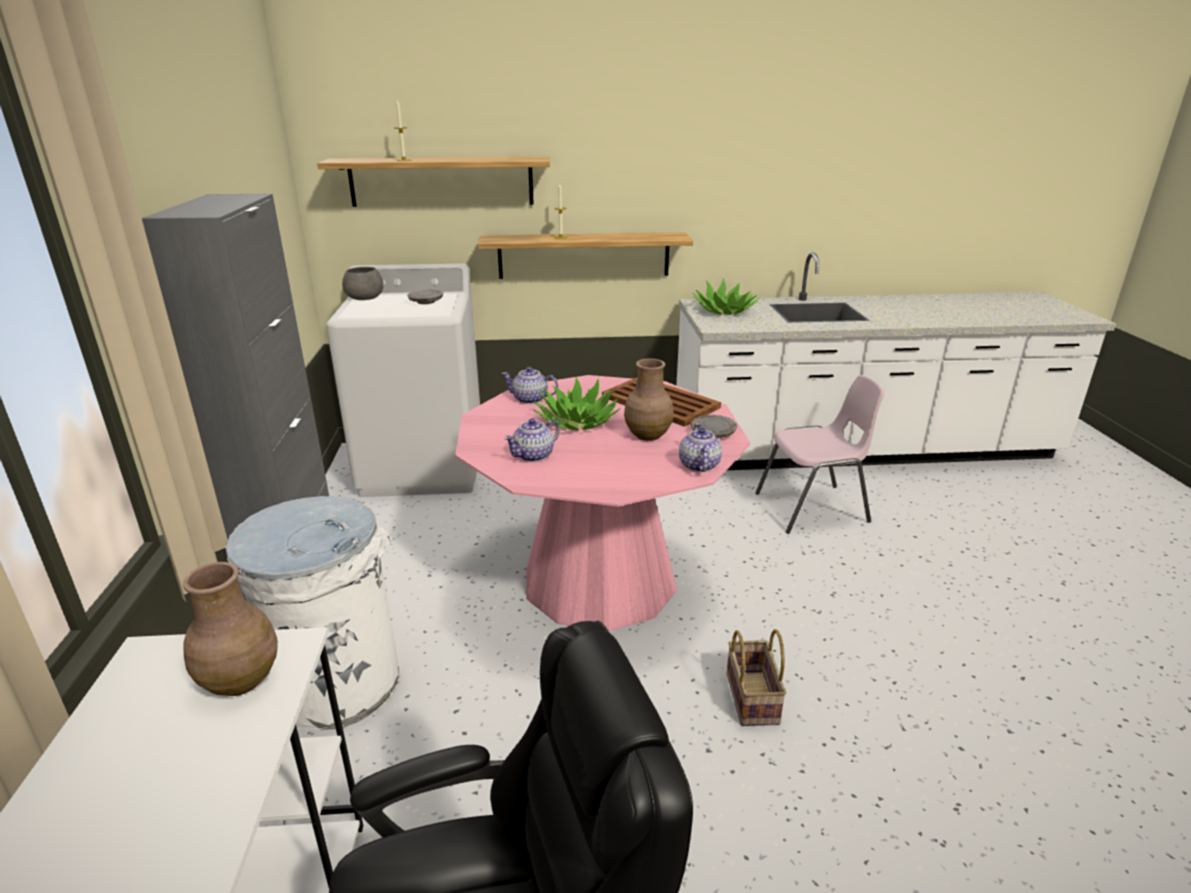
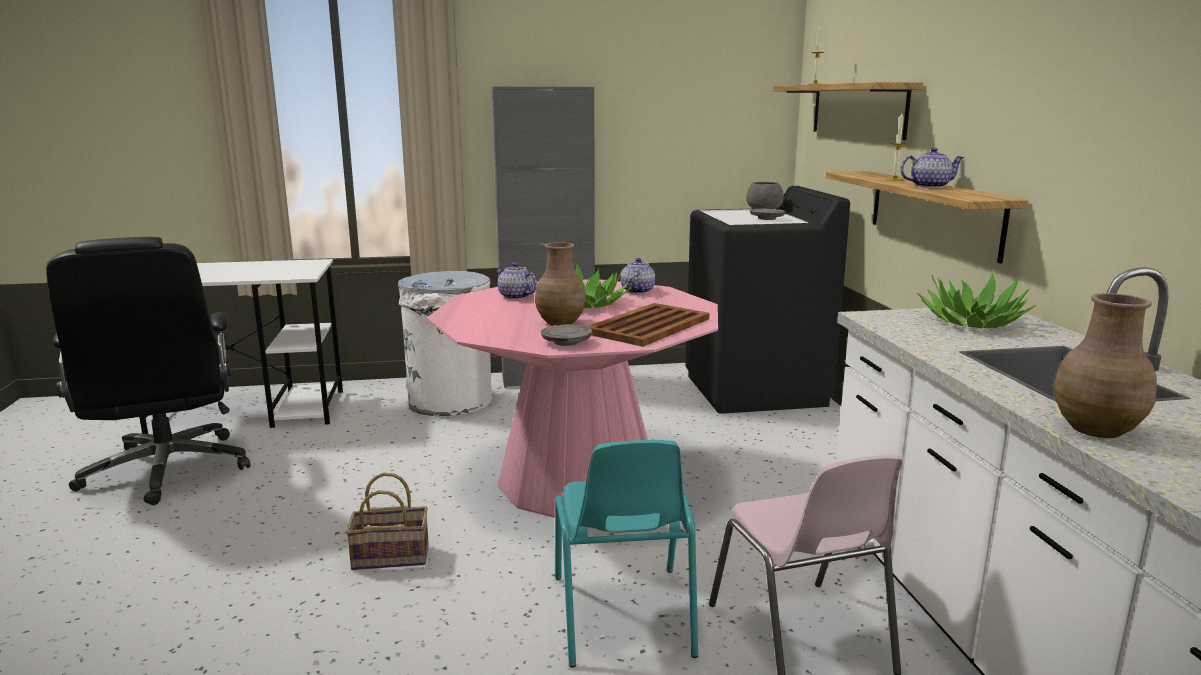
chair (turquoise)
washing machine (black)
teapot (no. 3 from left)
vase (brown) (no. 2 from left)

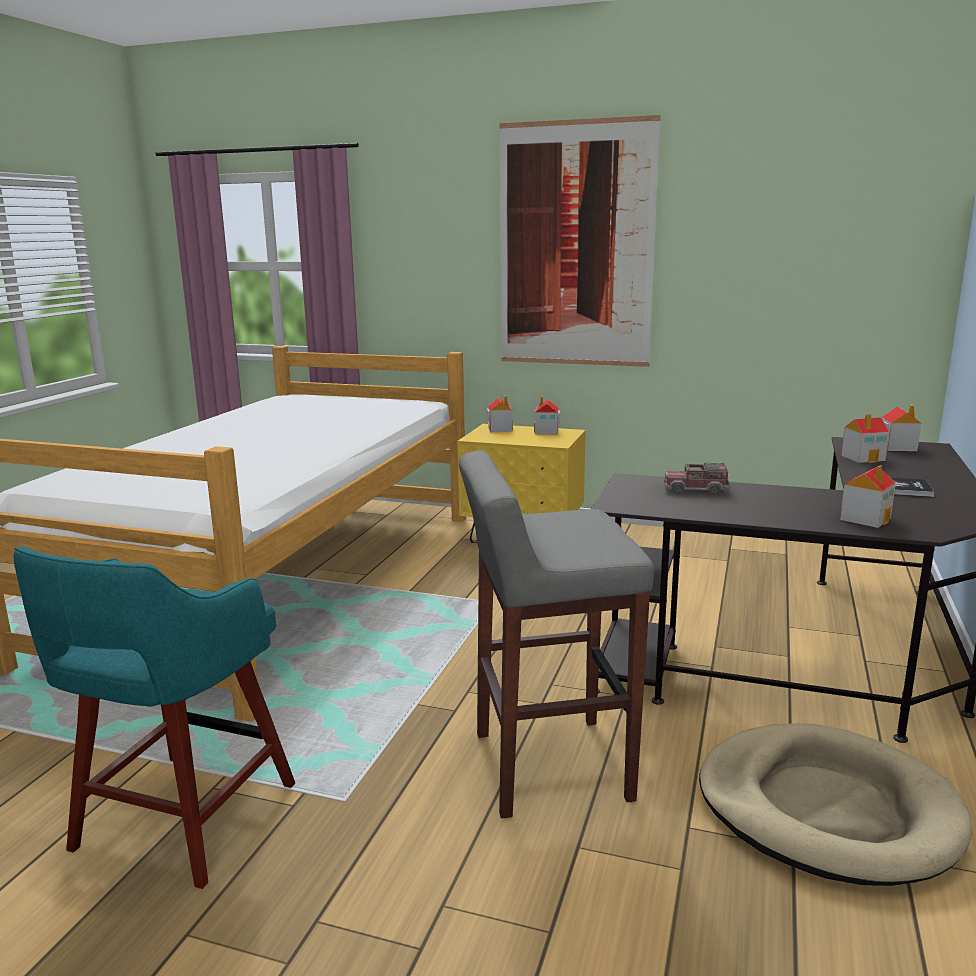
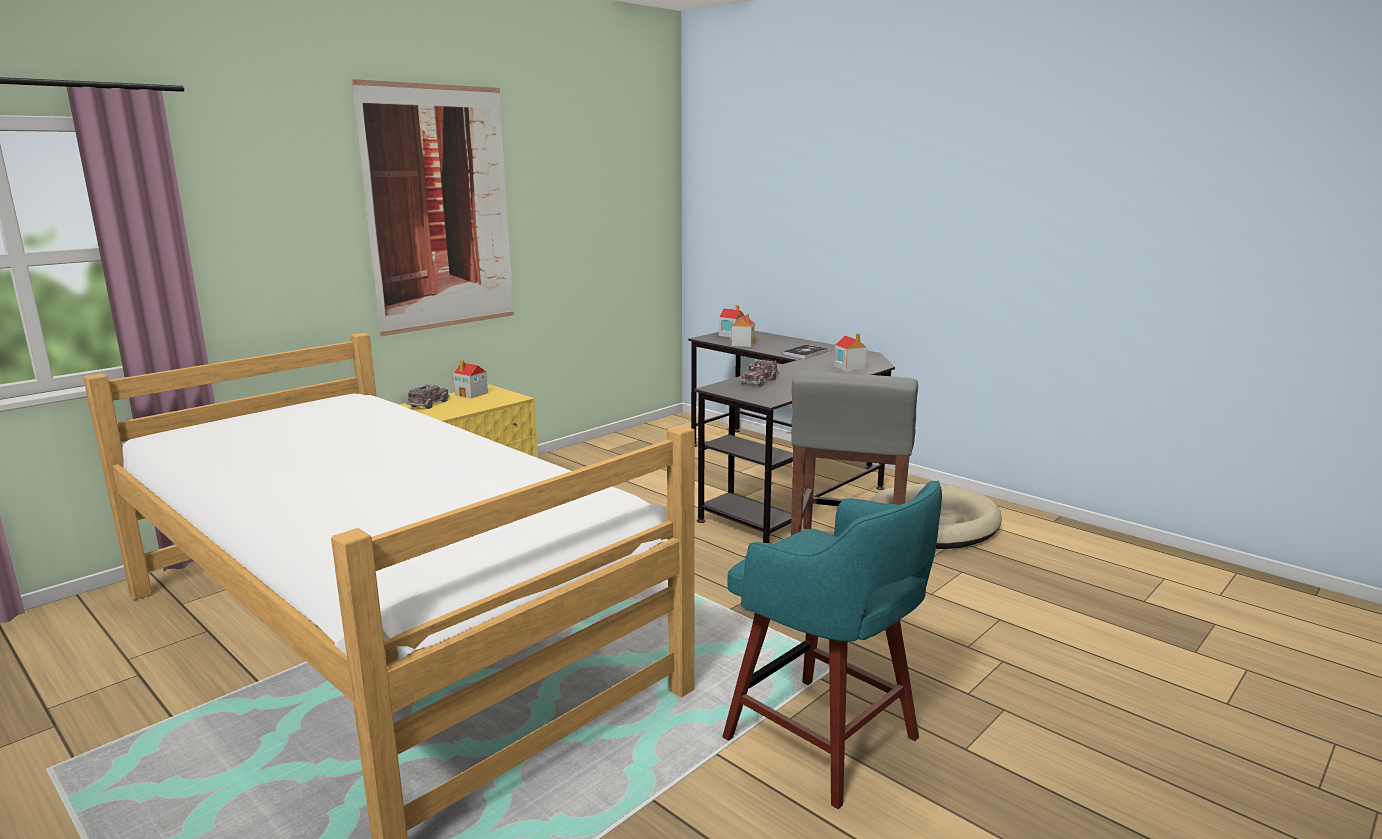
toy truck (no. 1 from left)

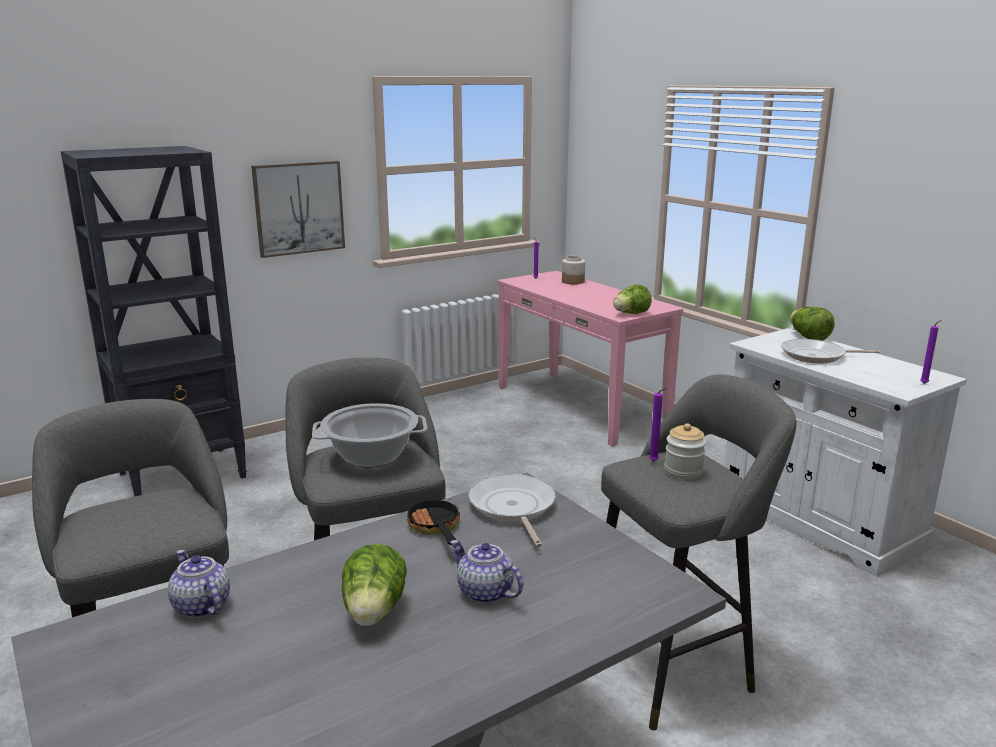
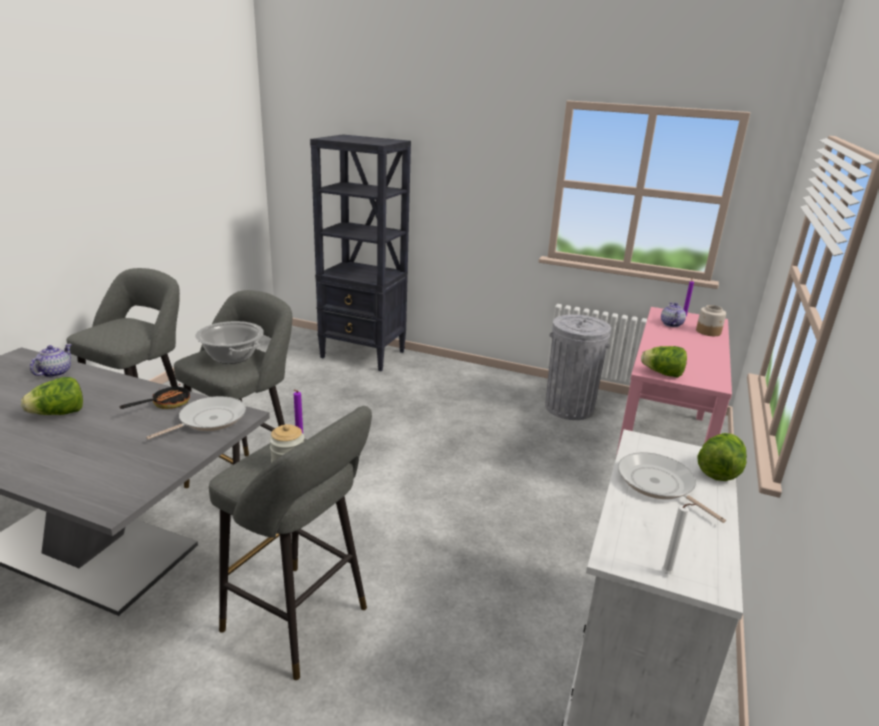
trash can (grey)
teapot (no. 2 from left)
candle (white)
picture

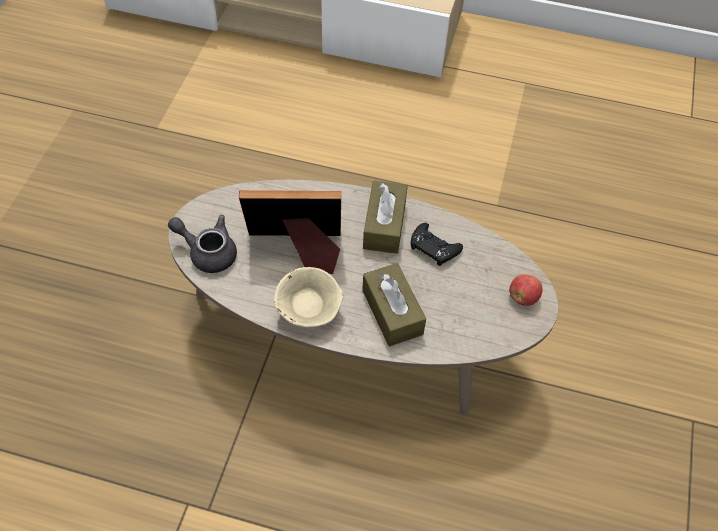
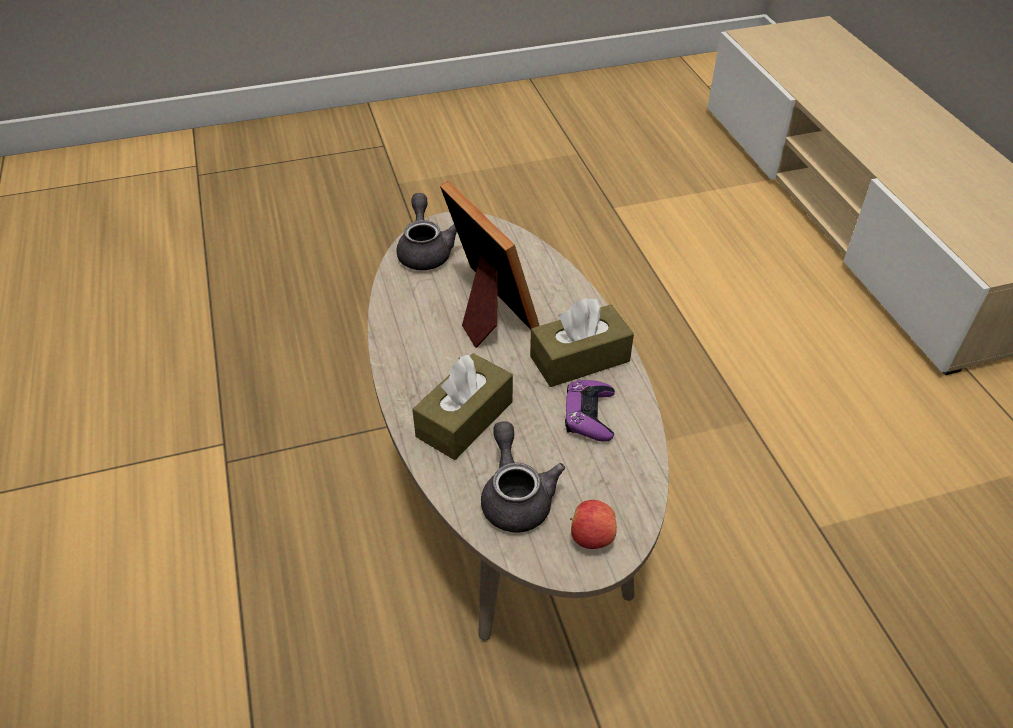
teapot (grey) (no. 2 from left)
game controller (purple)
bowl (beige)

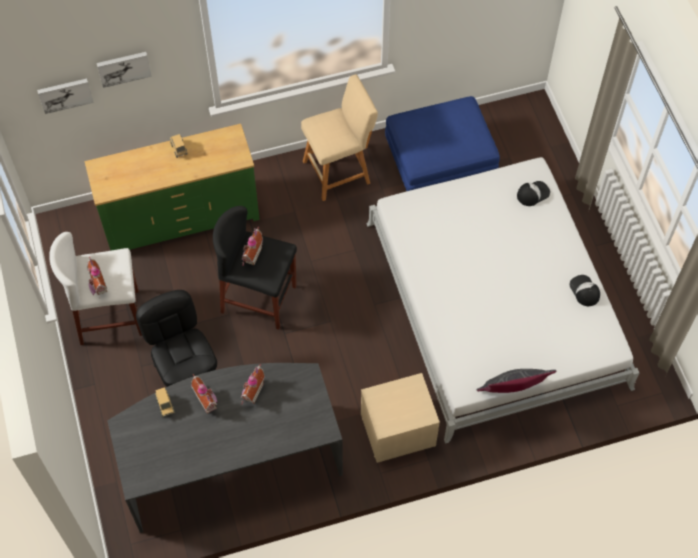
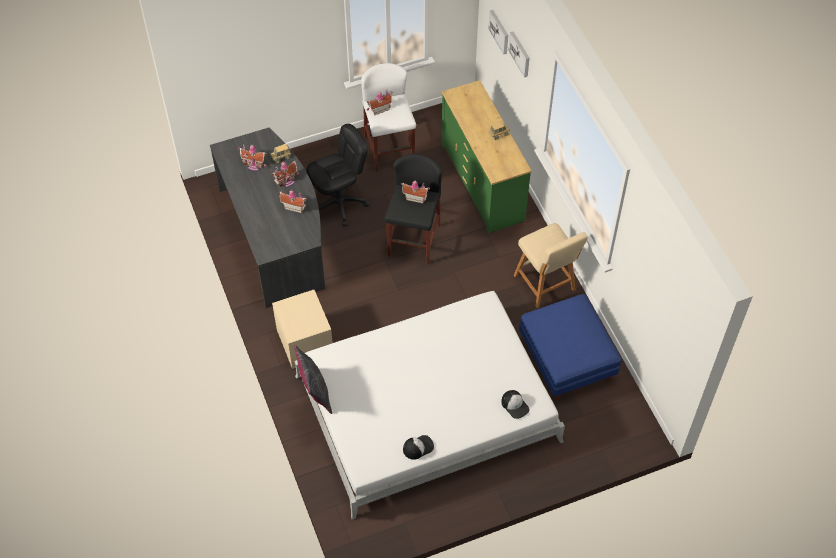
toy house (no. 1 from left)

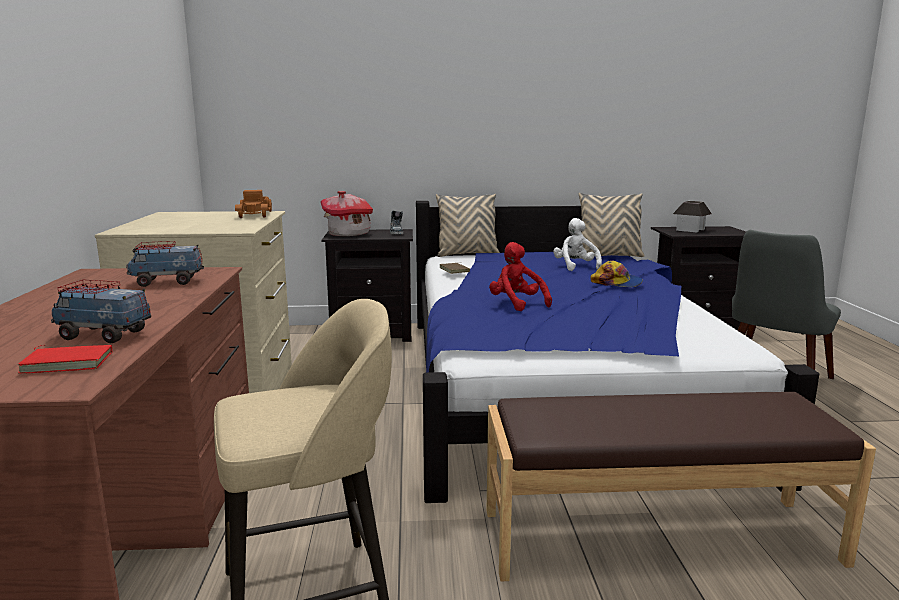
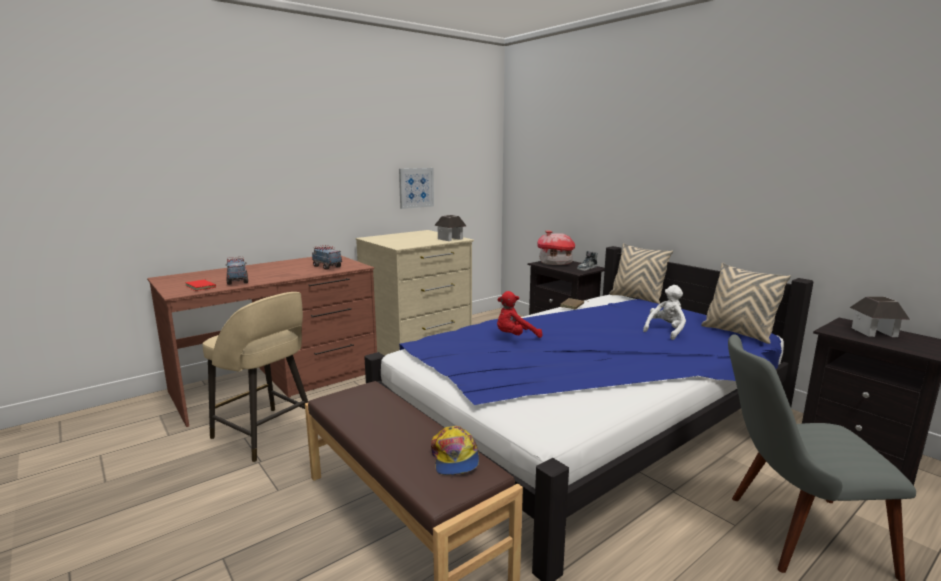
picture
cap
toy house (no. 1 from left)
plush toy (red)

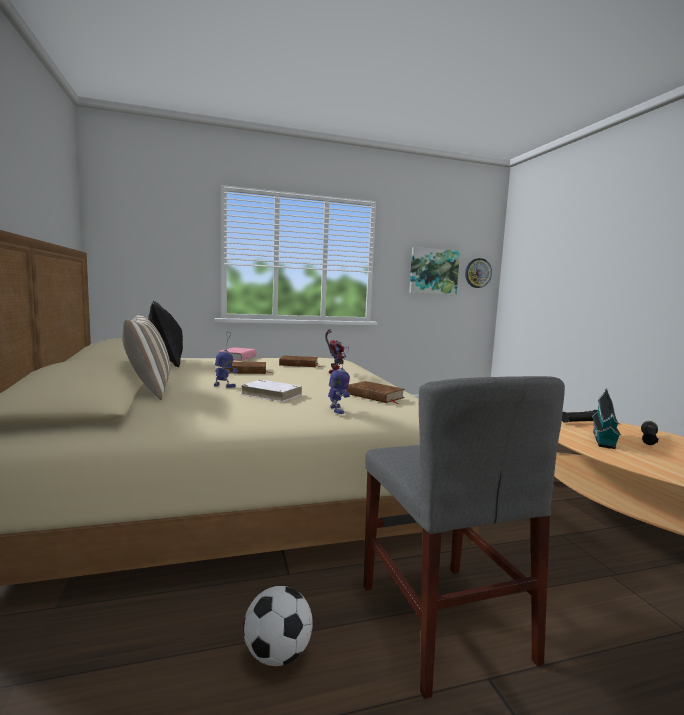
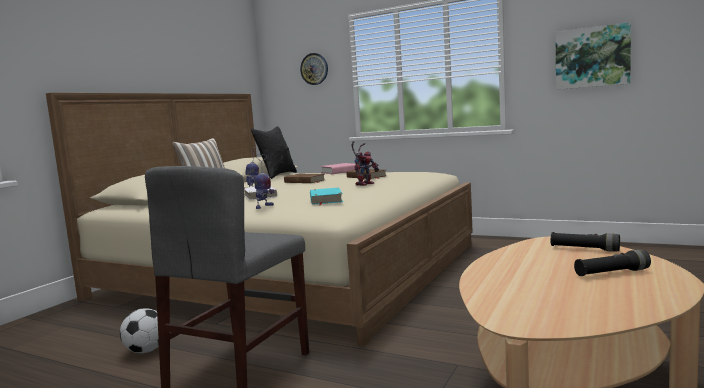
wall clock
book (turquoise)
toy house

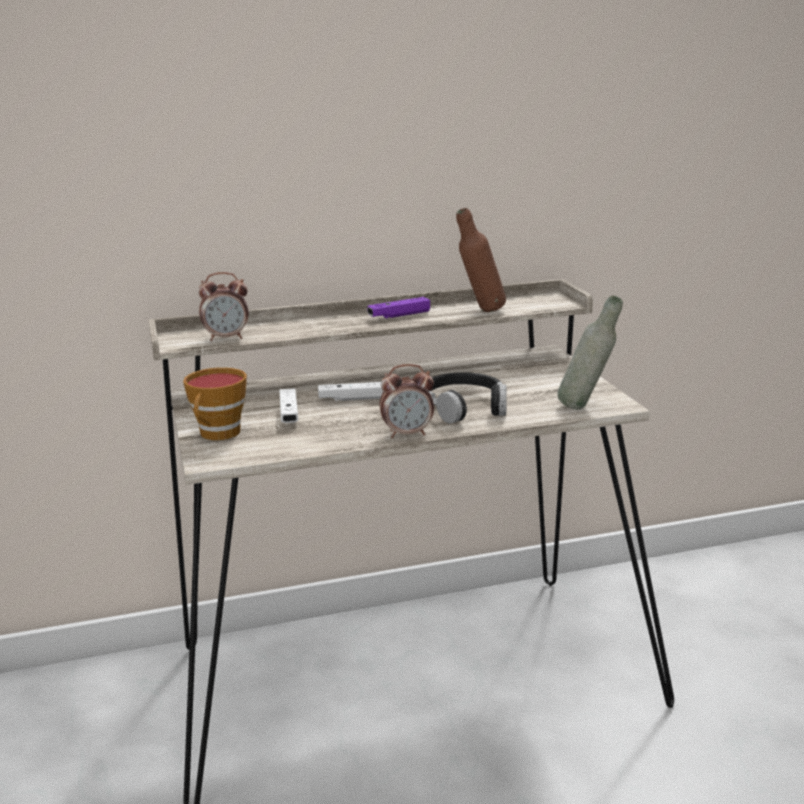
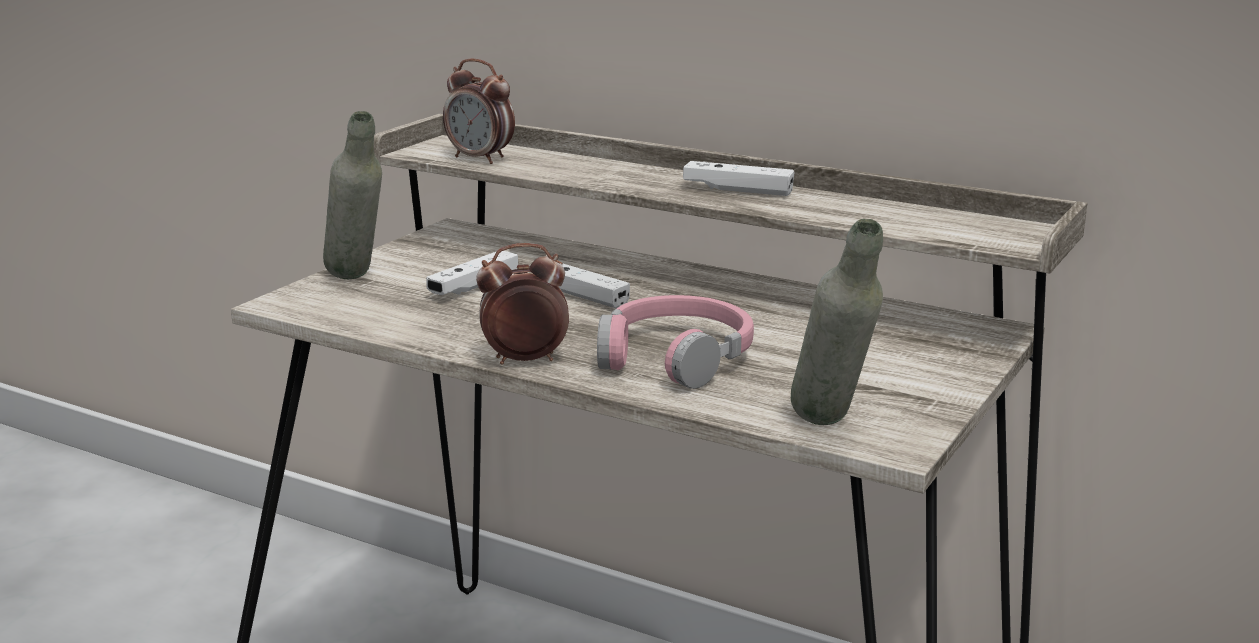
bottle (grey) (no. 1 from left)
alarm clock (no. 2 from left)
headphones (pink)
game controller (white) (no. 3 from left)
bottle (brown)

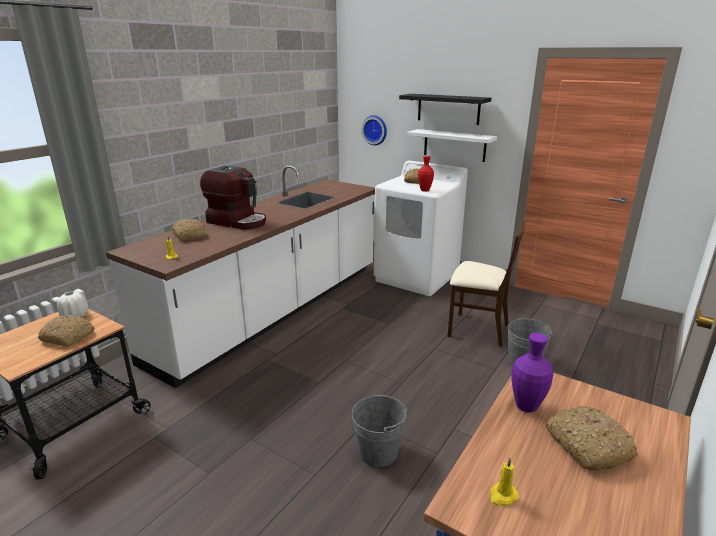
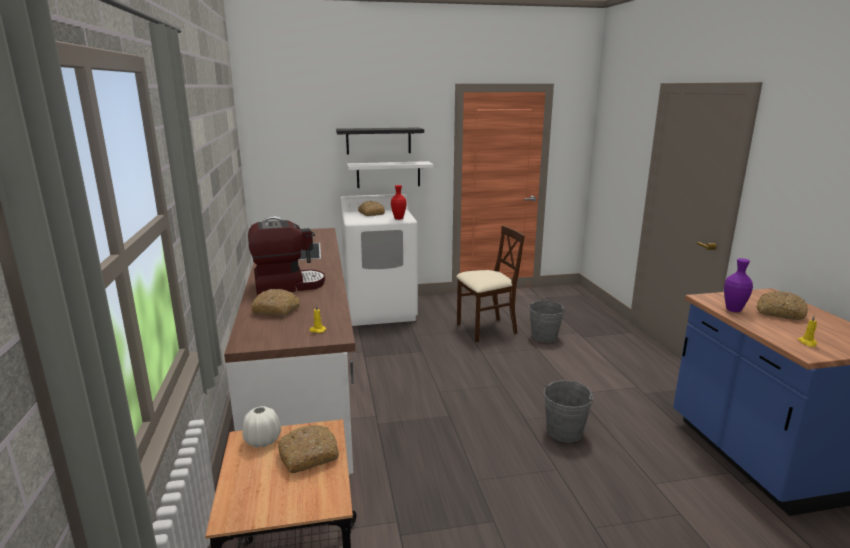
wall clock

